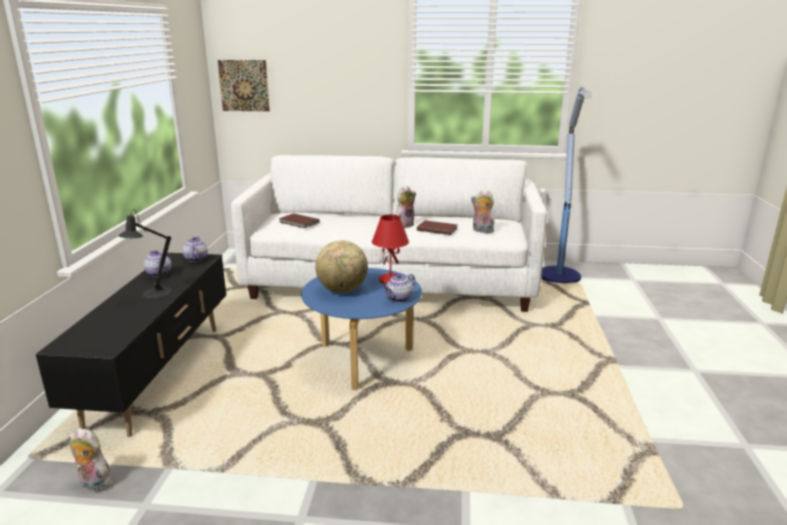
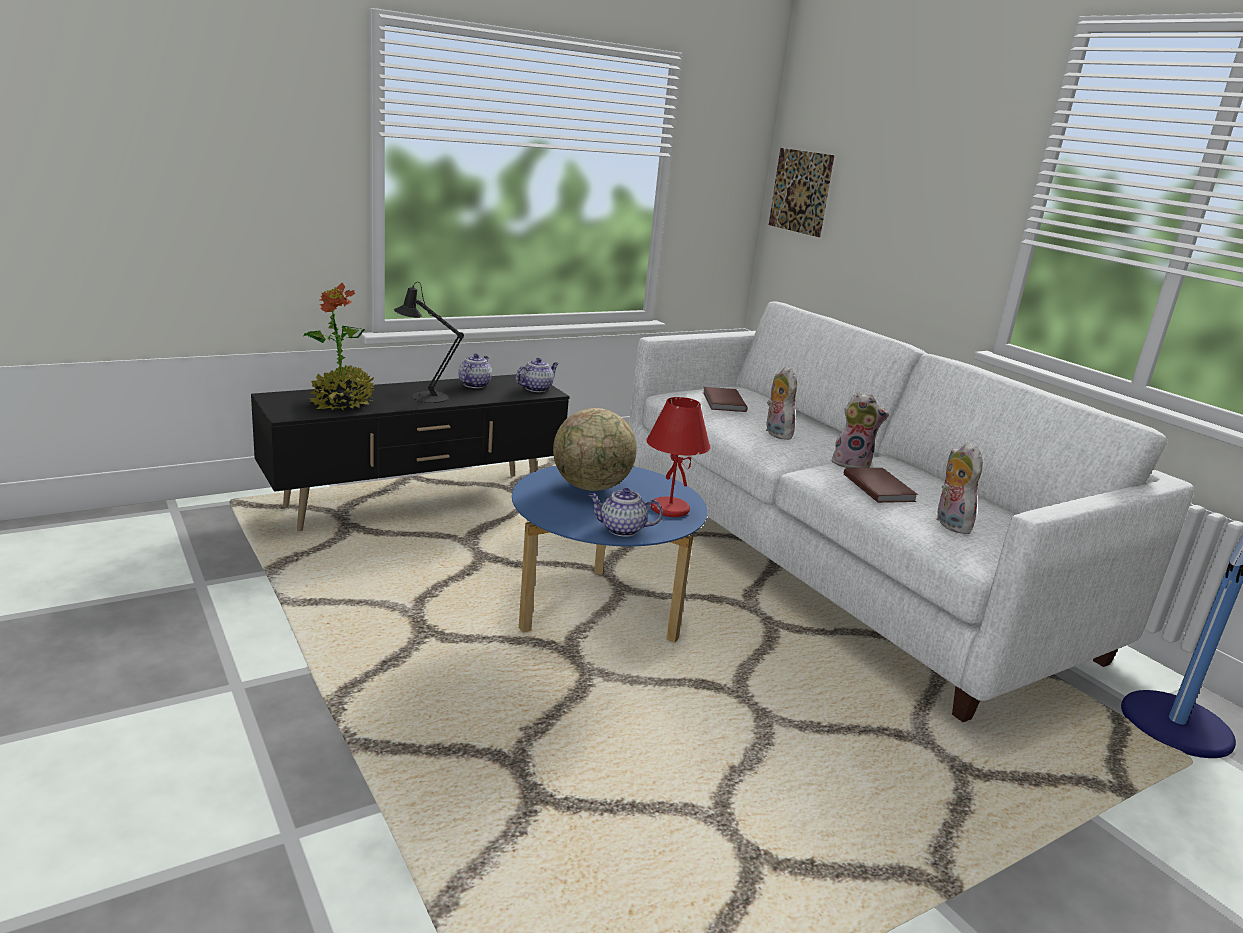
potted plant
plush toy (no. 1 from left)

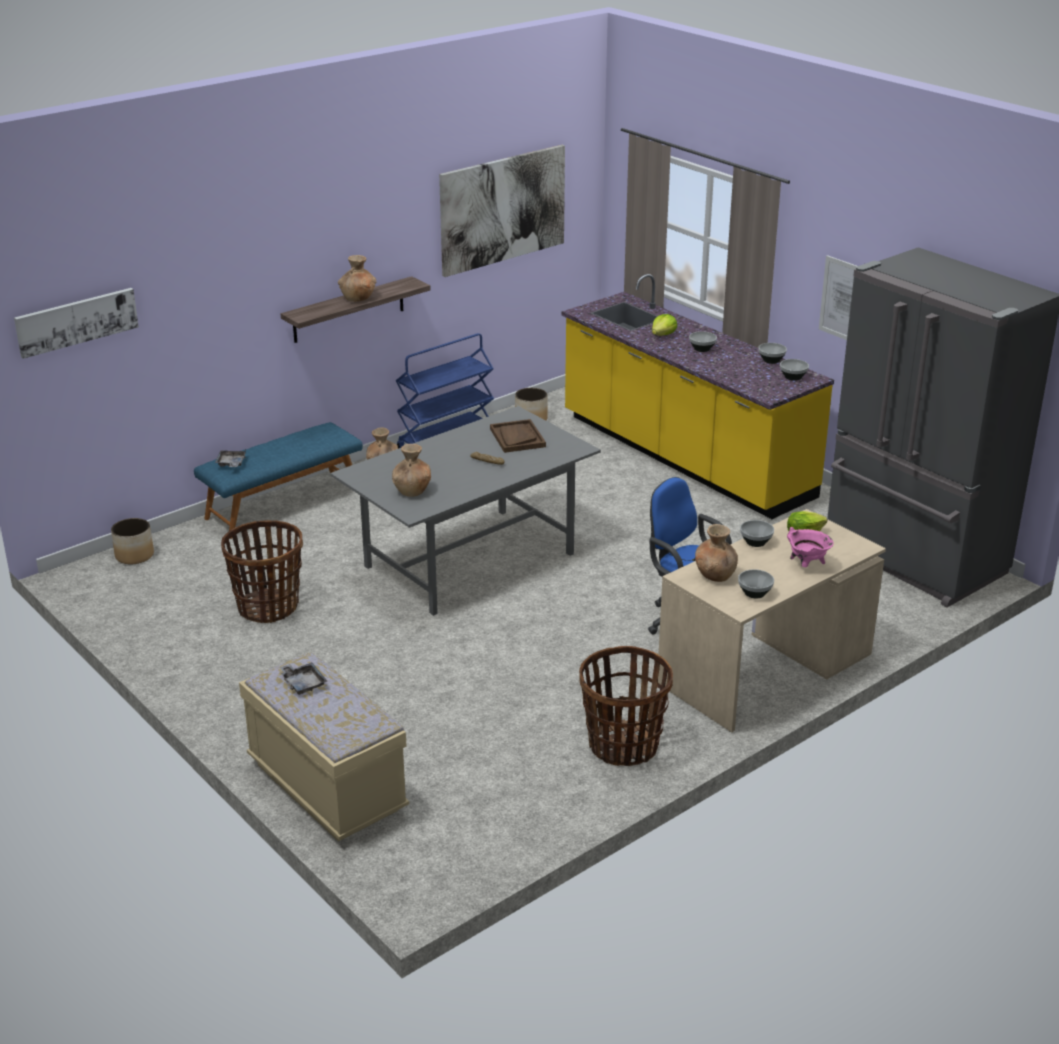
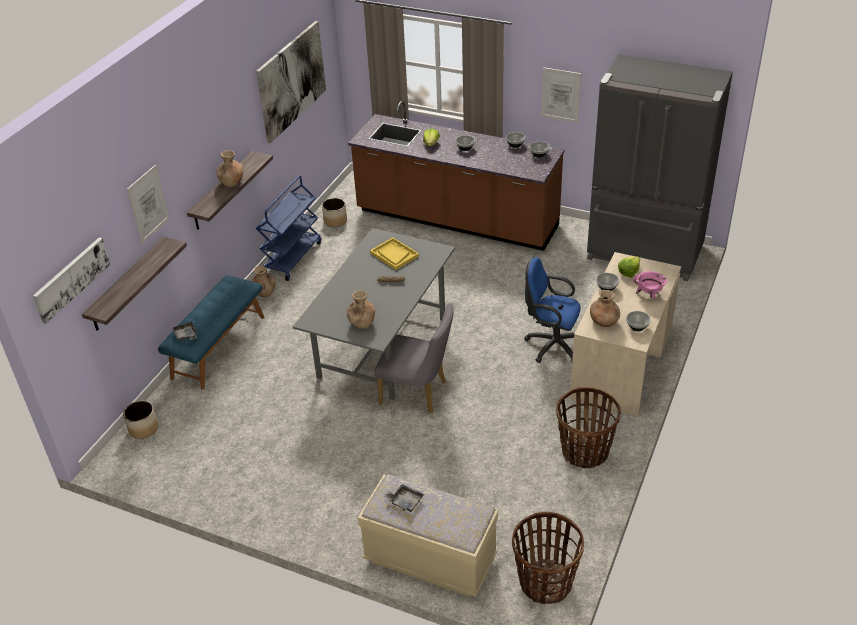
shelf (no. 1 from left)
picture (no. 2 from left)
counter (brown)
tray (yellow)
chair (grey)
basket (no. 1 from left)

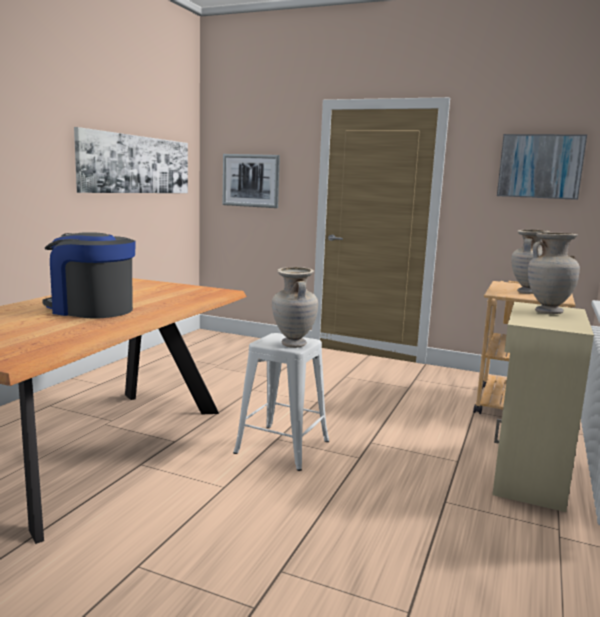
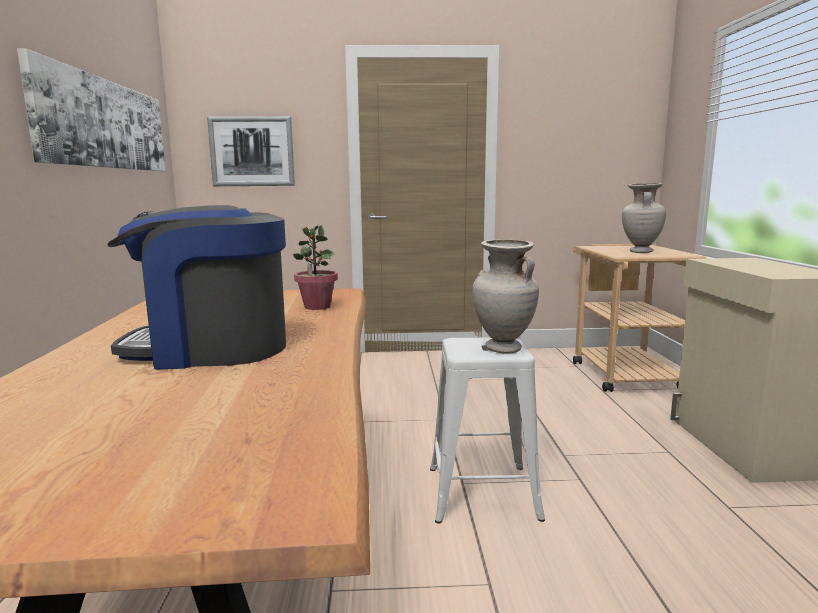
potted plant
picture (no. 3 from left in the first image)
vase (beige) (no. 3 from left in the first image)

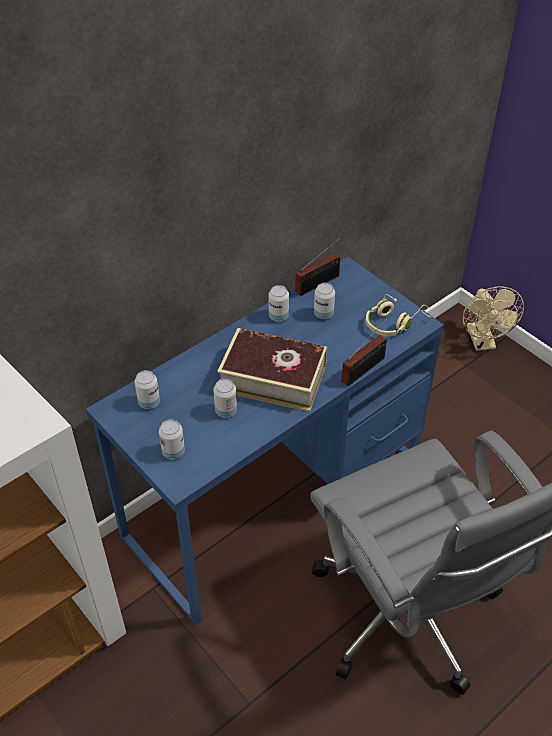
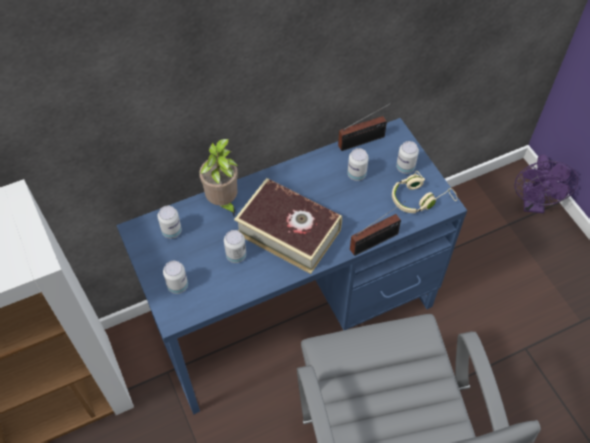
potted plant
can (no. 5 from left)
fan (purple)

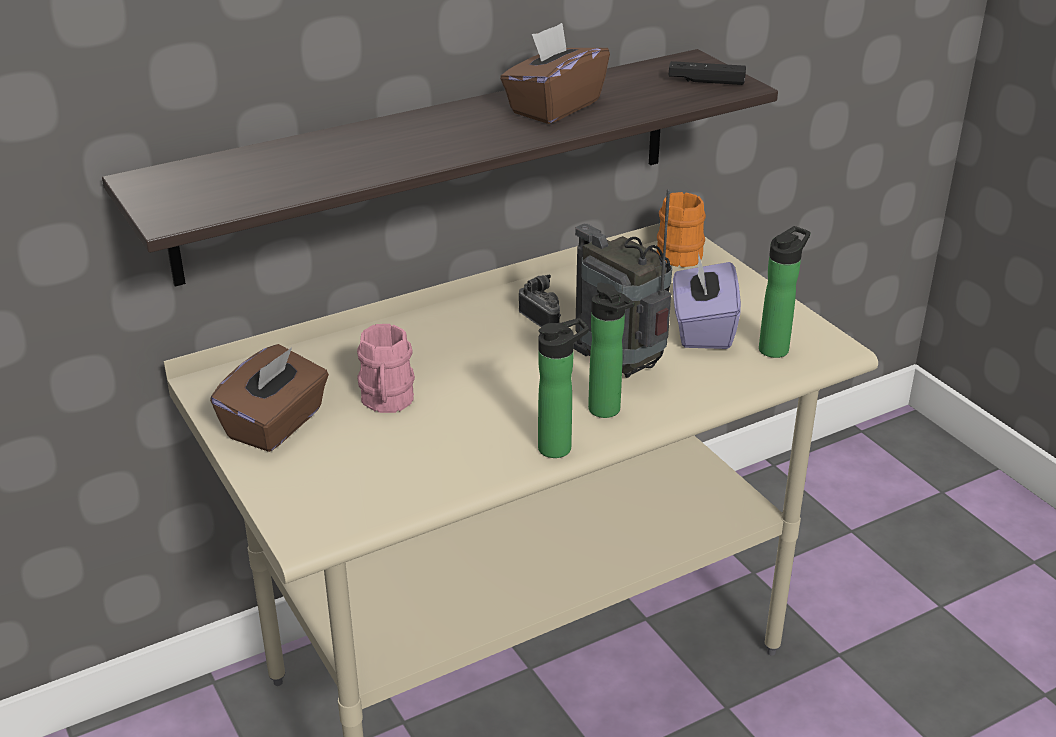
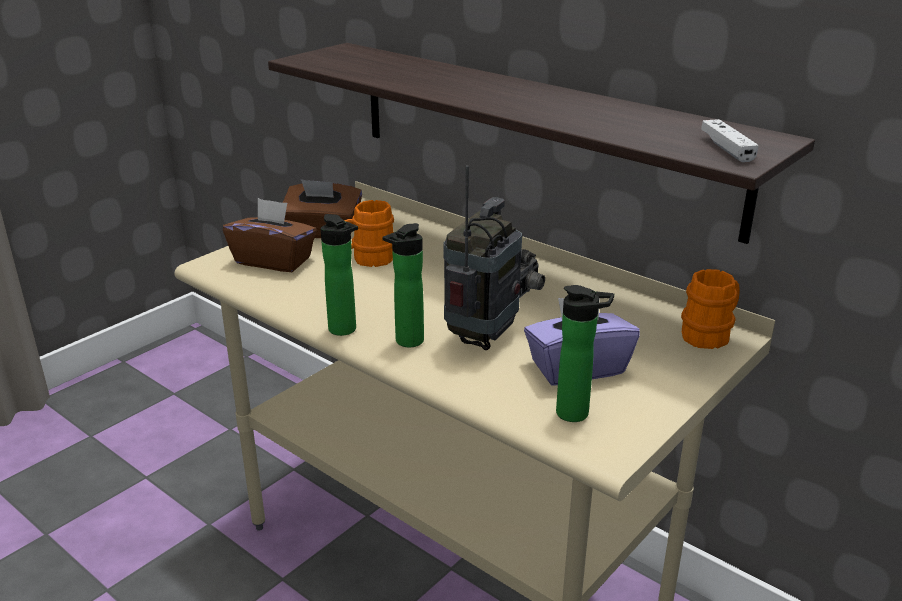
tissue box (brown) (no. 1 from left)
mug (orange) (no. 1 from left)
game controller (white)

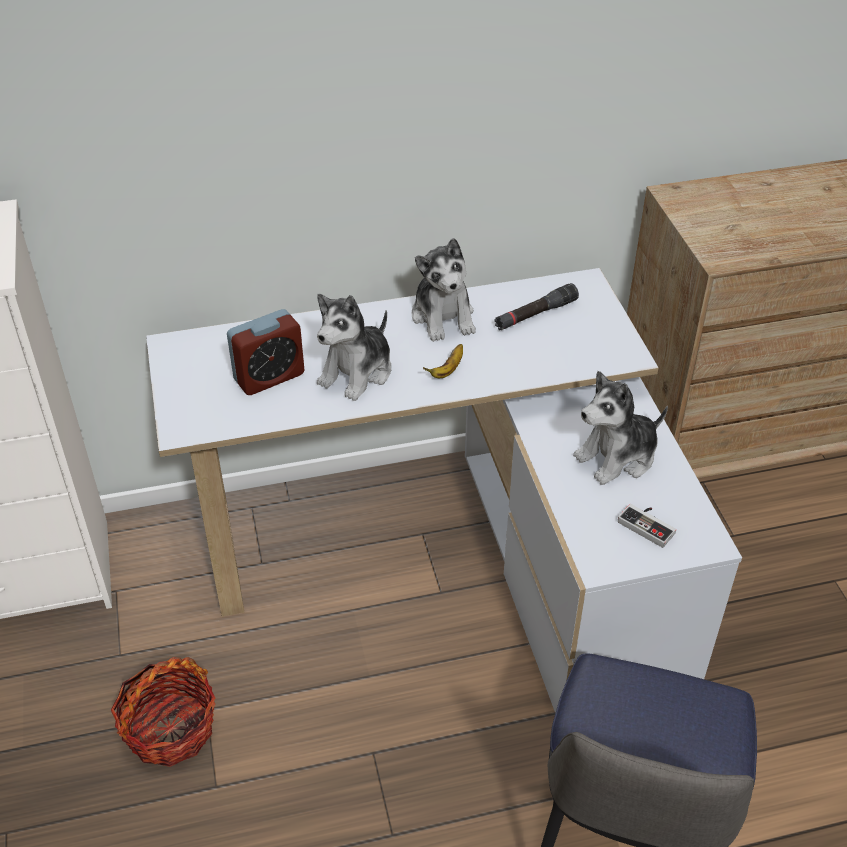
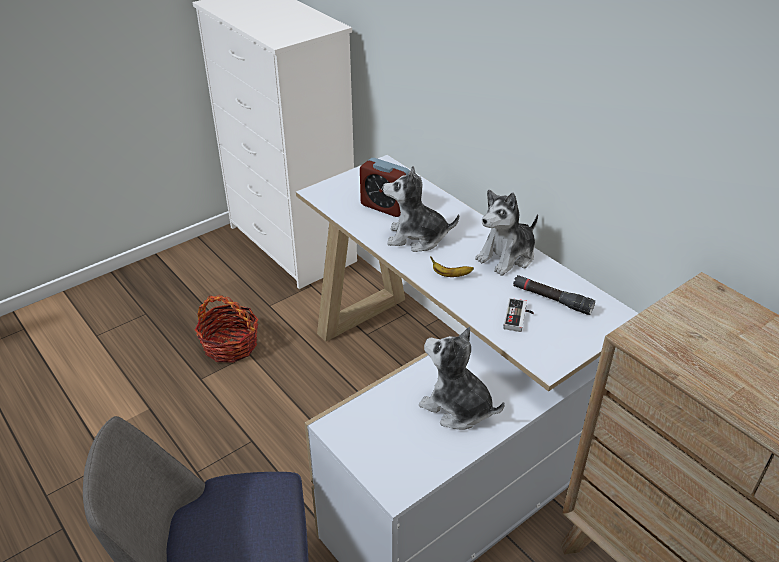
game controller

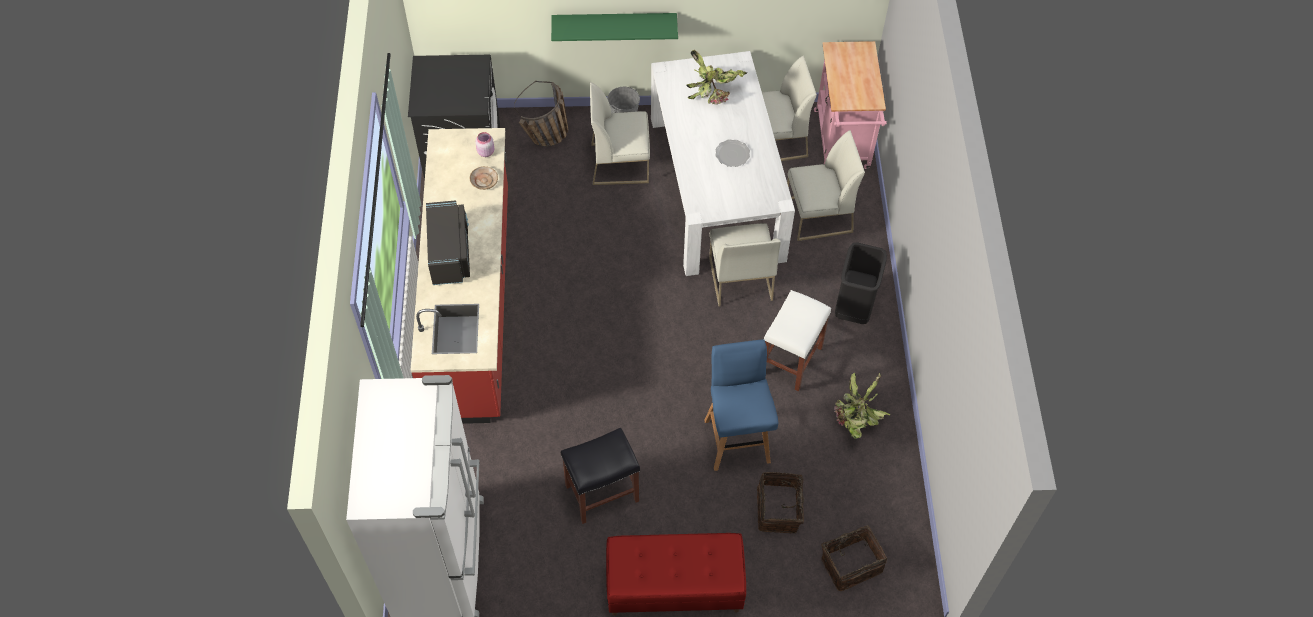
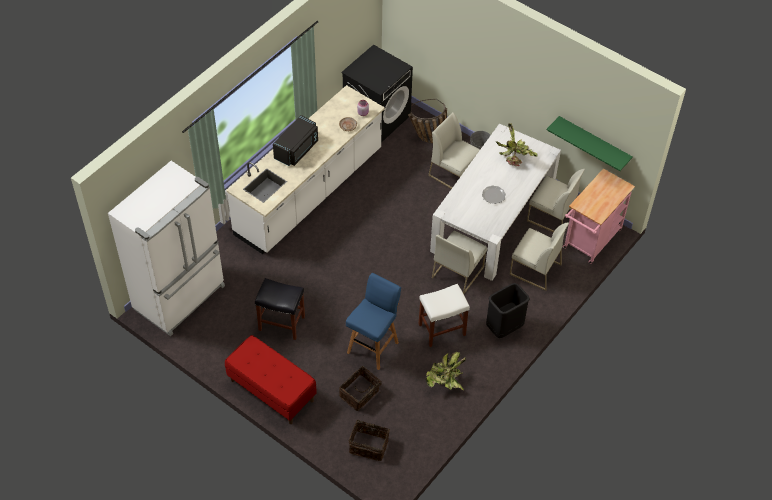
counter (white)
shelf (green)

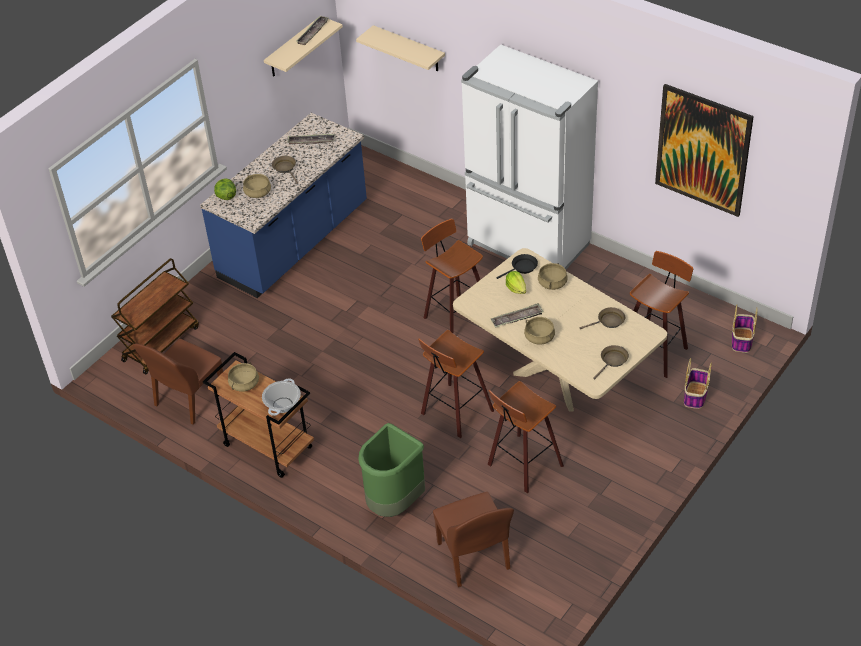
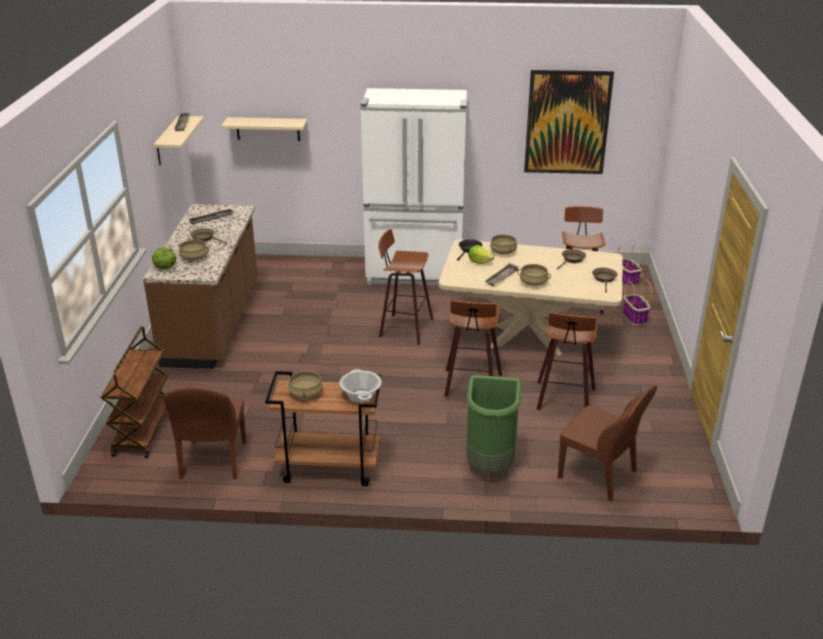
counter (brown)

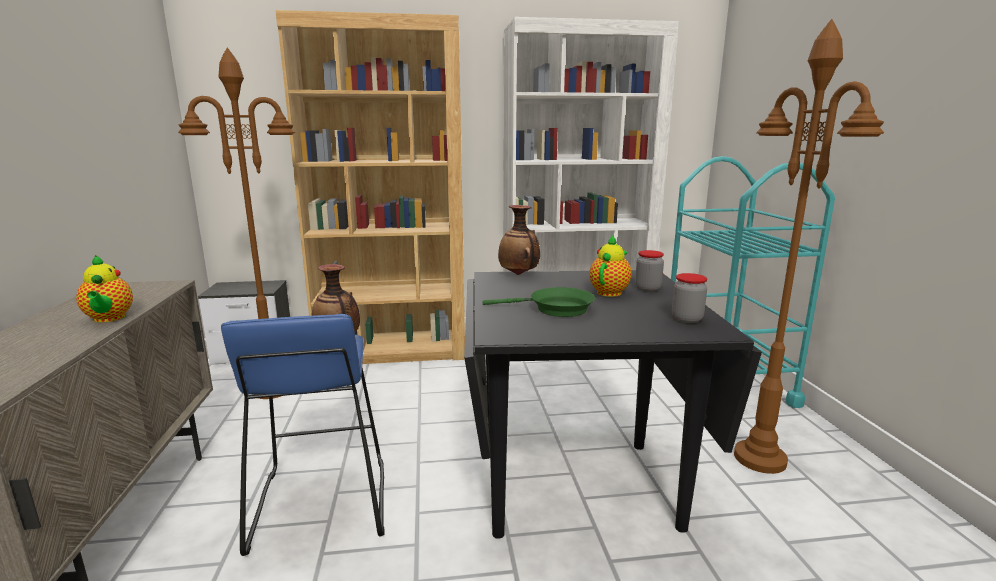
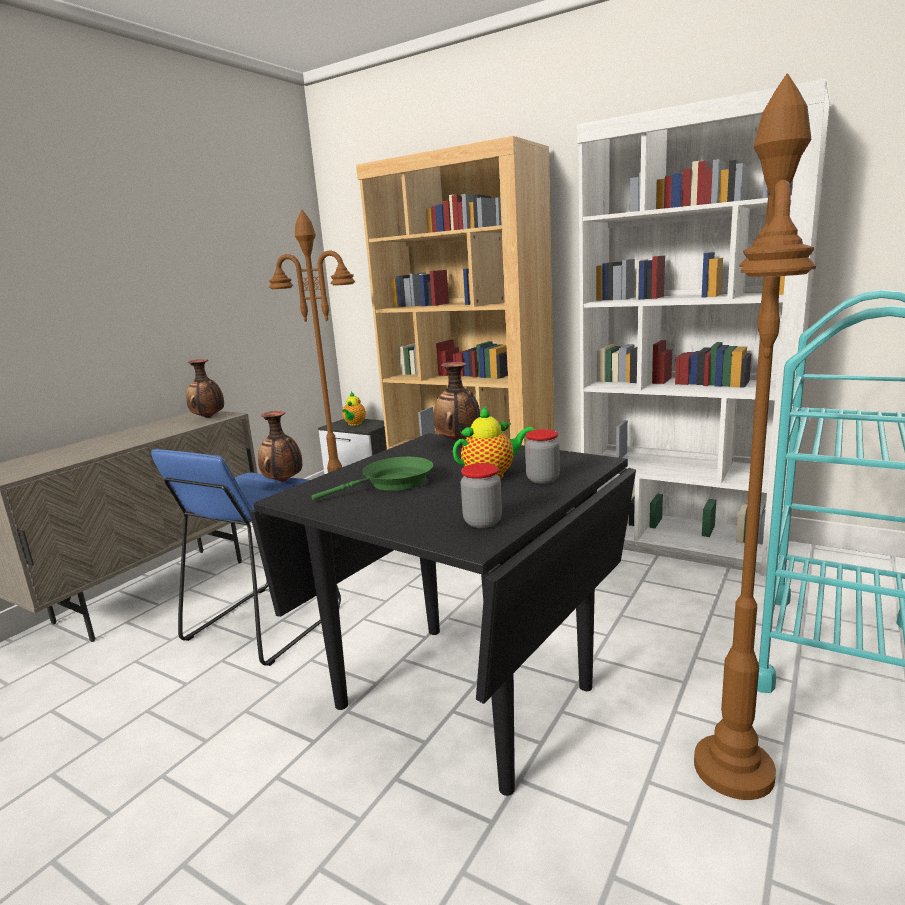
vase (no. 1 from left)
frying pan (green)
teapot (no. 1 from left)

